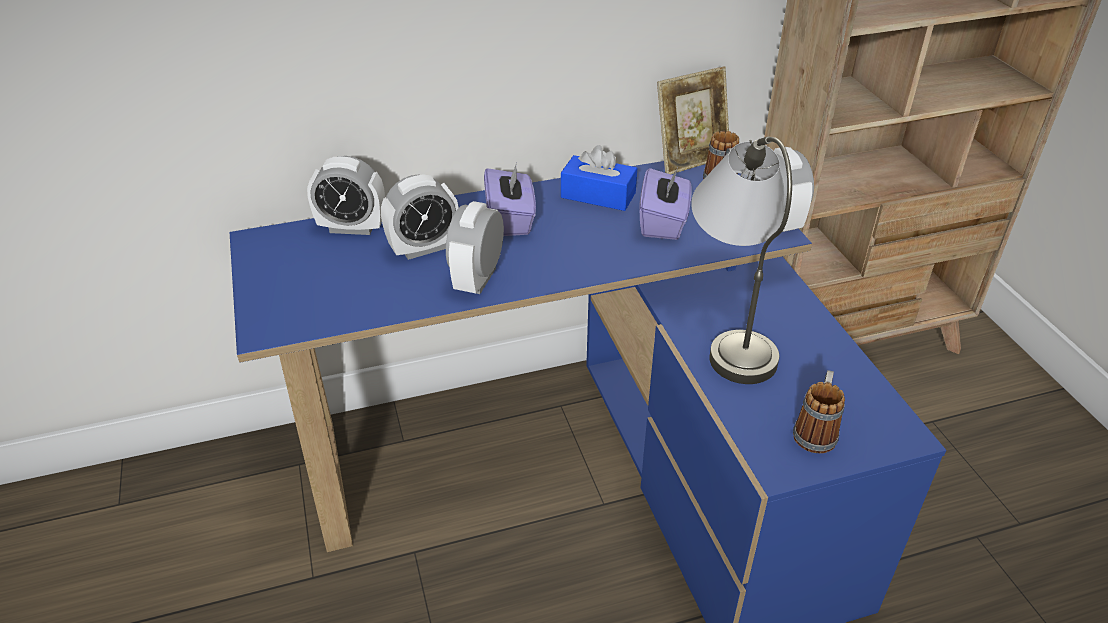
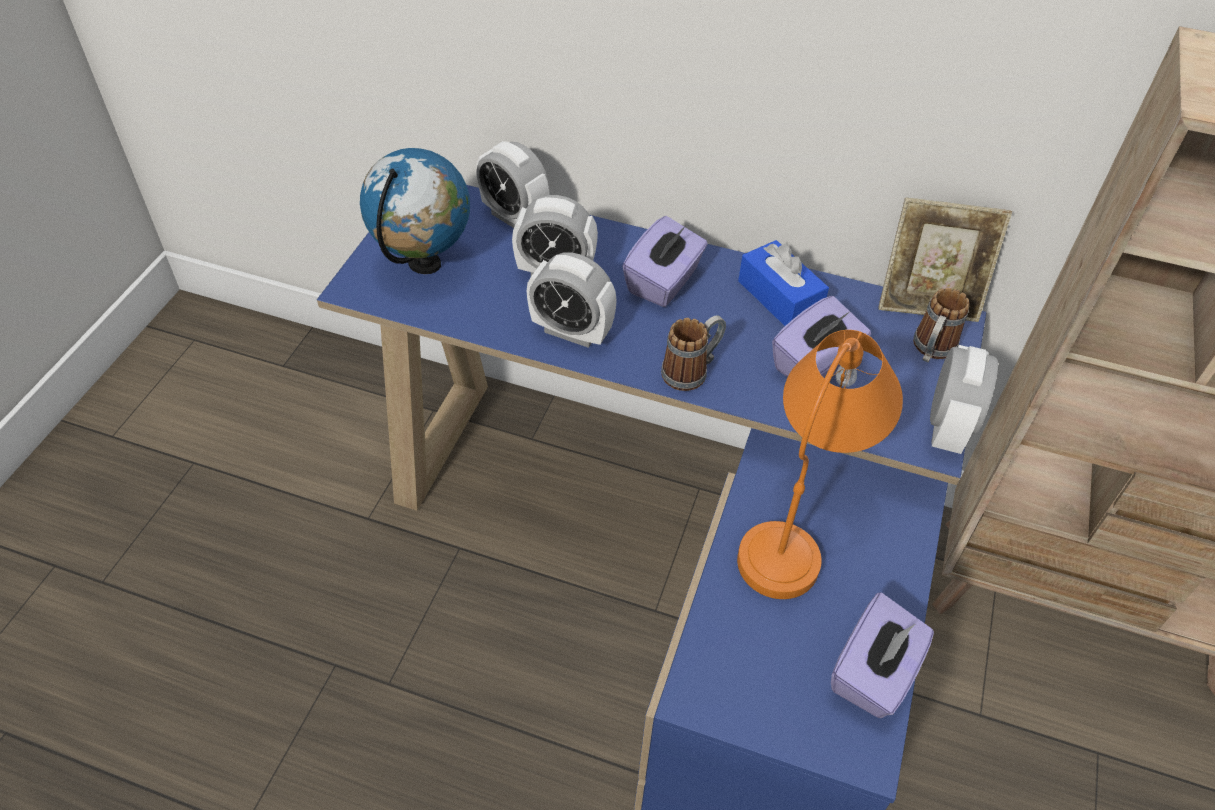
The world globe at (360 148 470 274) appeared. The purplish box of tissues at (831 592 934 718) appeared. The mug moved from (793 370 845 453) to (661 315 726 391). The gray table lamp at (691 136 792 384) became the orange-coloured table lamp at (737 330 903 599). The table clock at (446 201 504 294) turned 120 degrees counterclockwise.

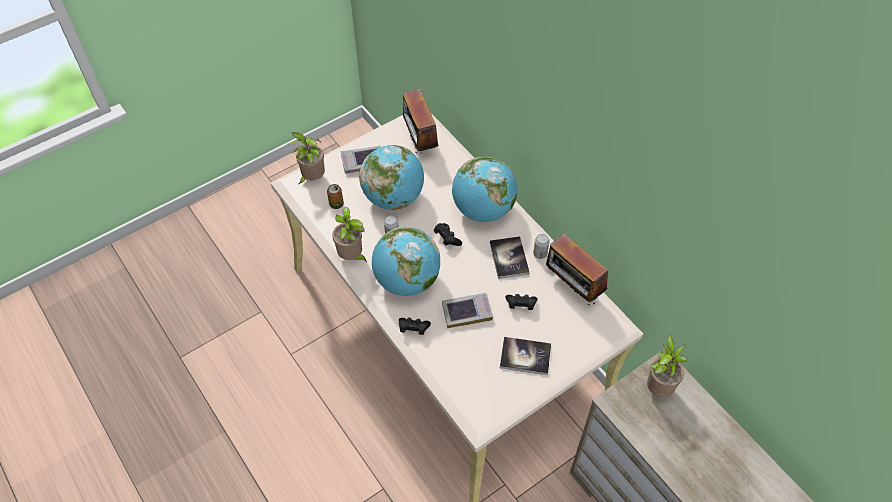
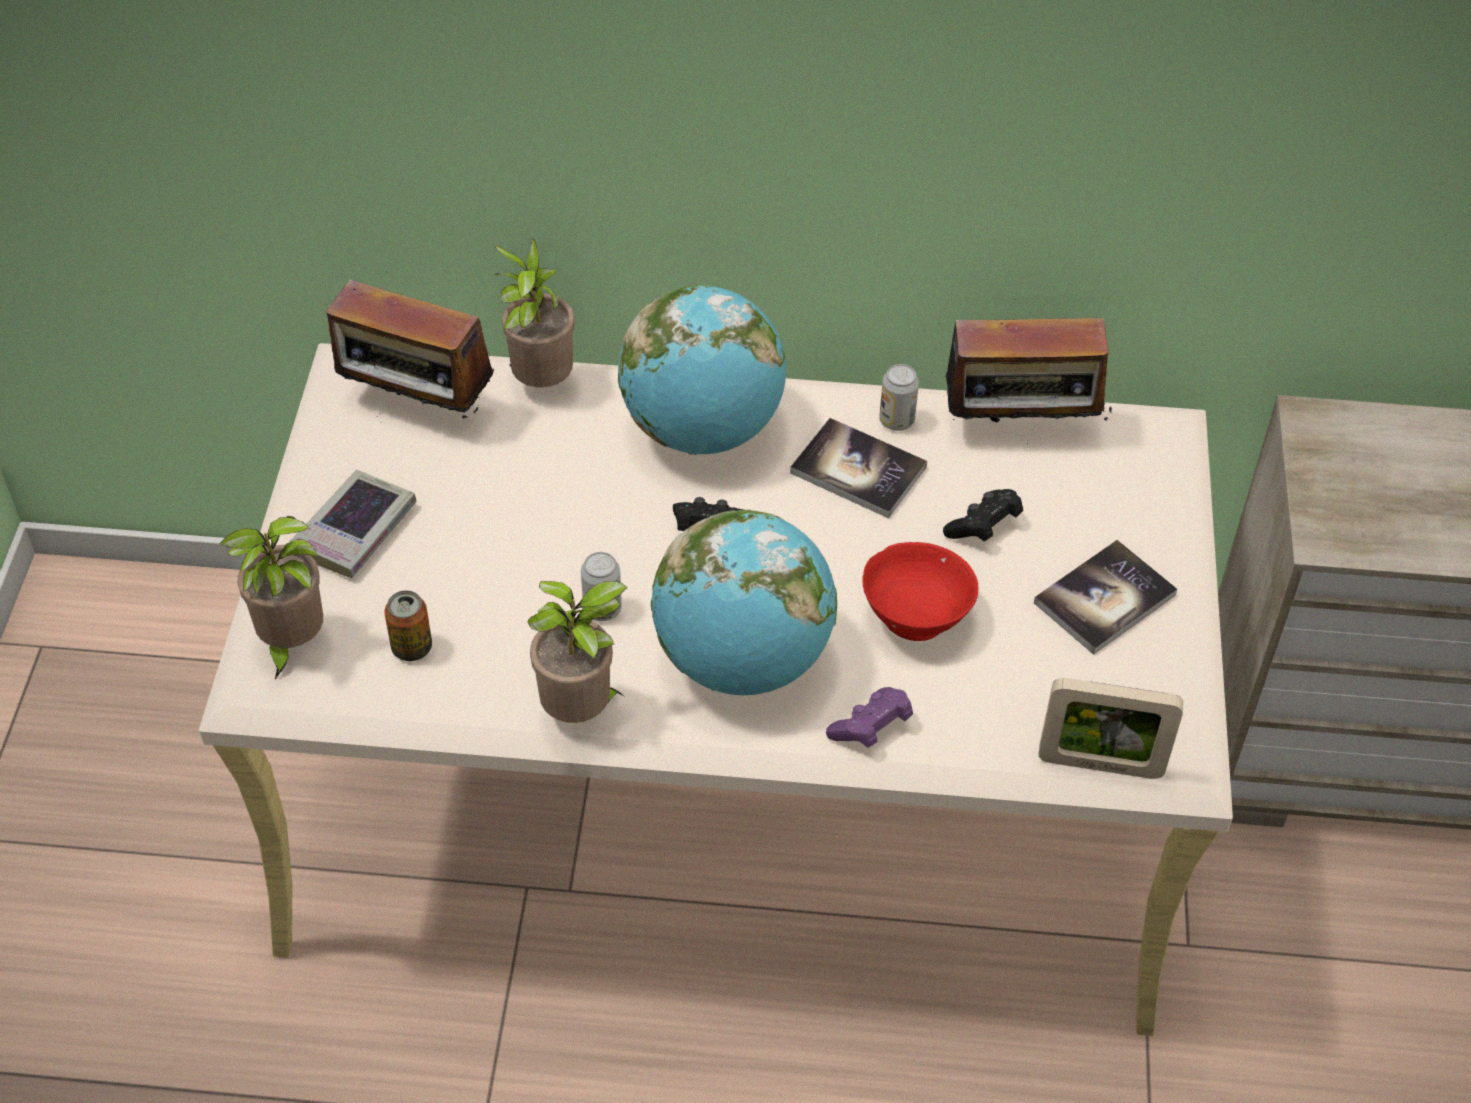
The world globe at (359 145 424 210) disappeared. The picture frame at (1039 678 1183 779) appeared. The houseplant moved from (647 335 688 398) to (495 239 575 387). The volume at (442 293 493 328) was replaced by the red-coloured serving bowl at (862 542 979 641). The black joypad at (399 318 431 335) became the purplish joypad at (826 687 913 748).

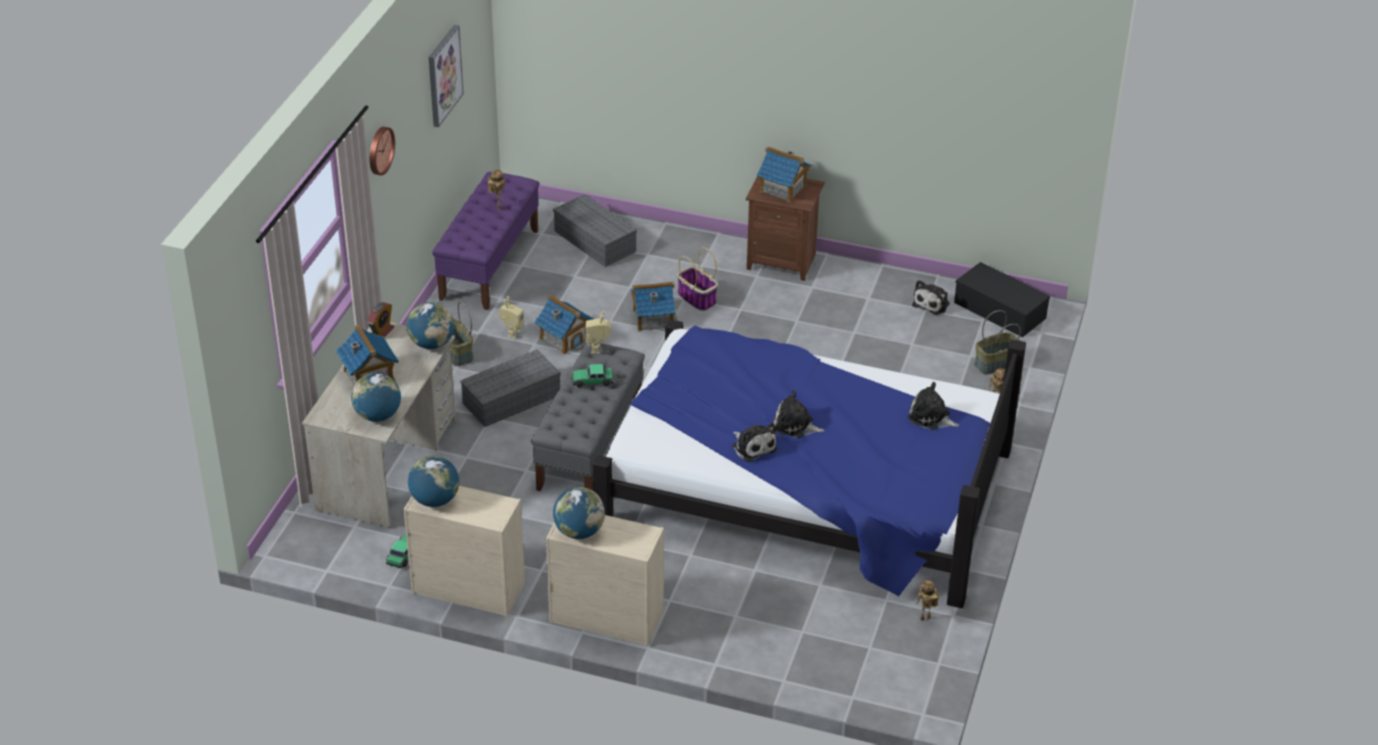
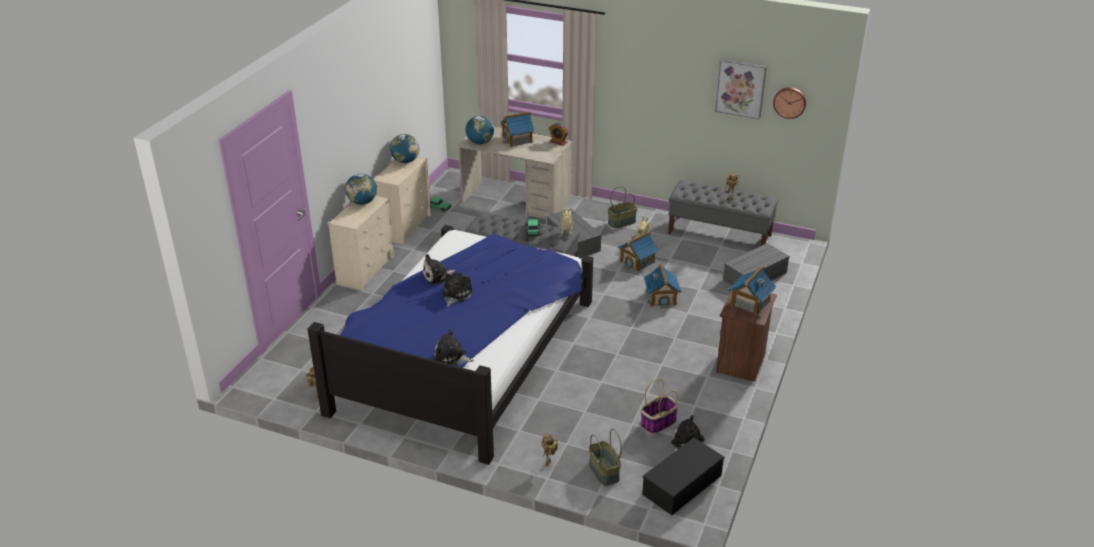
The world globe at (407 302 454 349) disappeared. The clock on the wall moved from (370 127 395 176) to (773 87 806 119). The storage basket moved from (677 247 718 312) to (640 379 678 434). The purplish long seat at (432 172 539 310) became the gray long seat at (668 180 778 246). The plush toy at (908 382 959 430) turned 105 degrees counterclockwise.

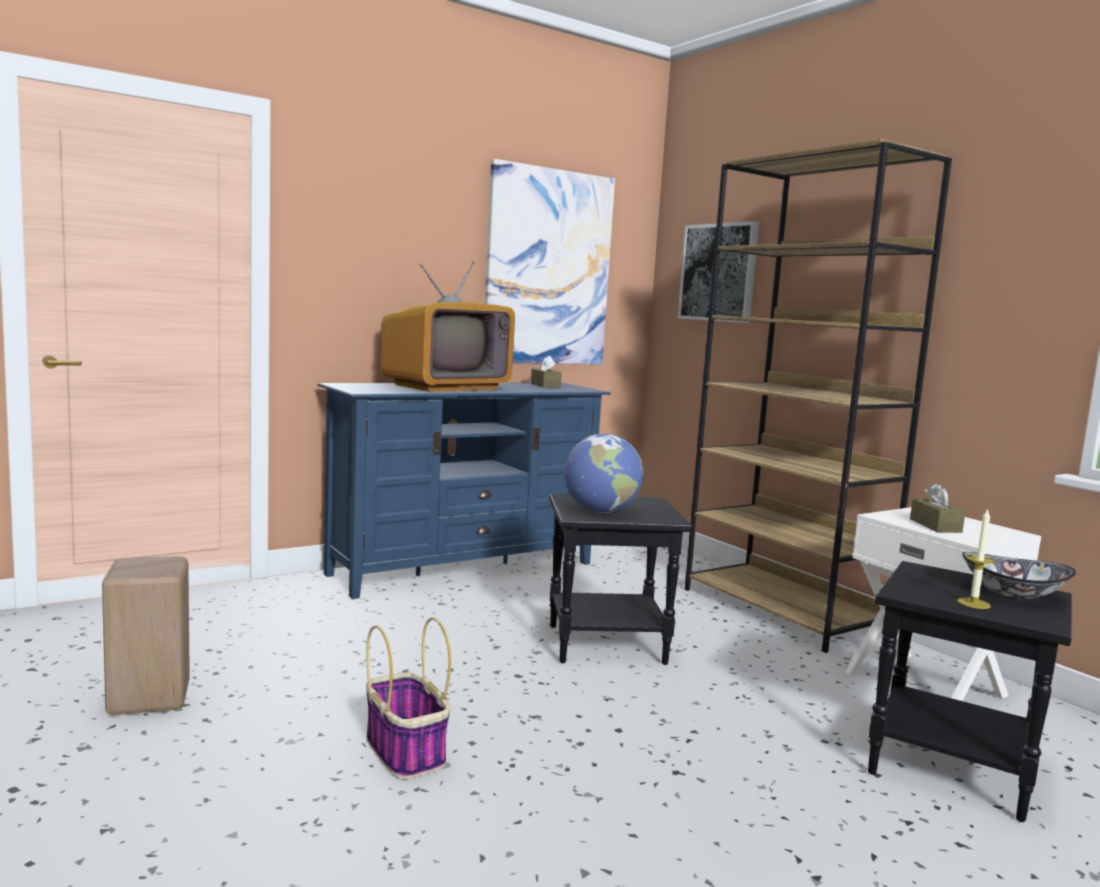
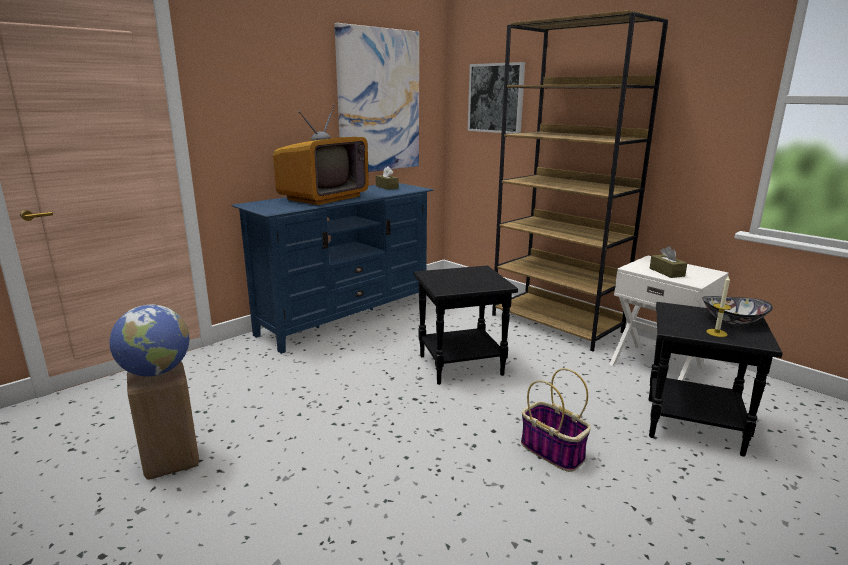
The storage basket moved from (366 617 451 780) to (521 368 591 472). The world globe moved from (564 434 644 513) to (109 305 190 376).

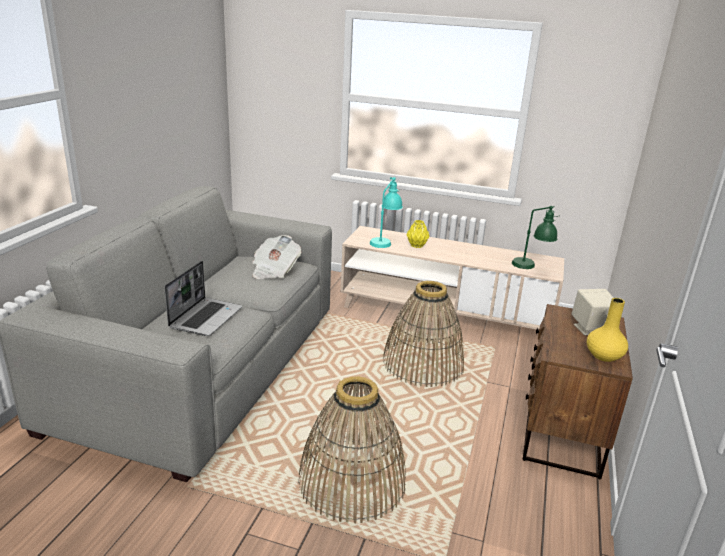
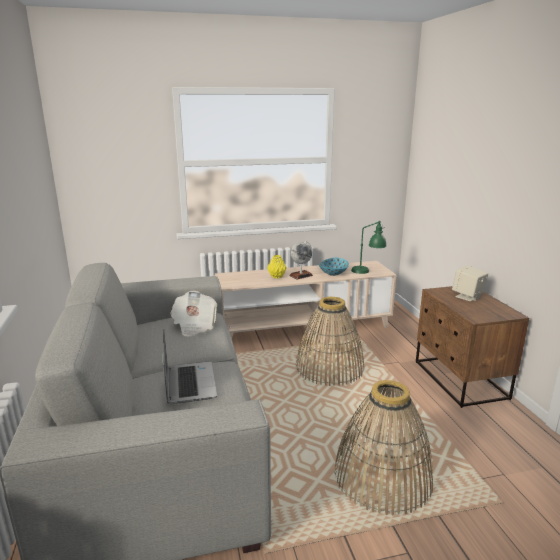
The turquoise-coloured table lamp at (370 177 403 248) disappeared. The yellow-coloured decorative vase at (587 298 628 362) disappeared. The world globe at (289 241 313 280) appeared. The serving bowl at (319 258 349 276) appeared.

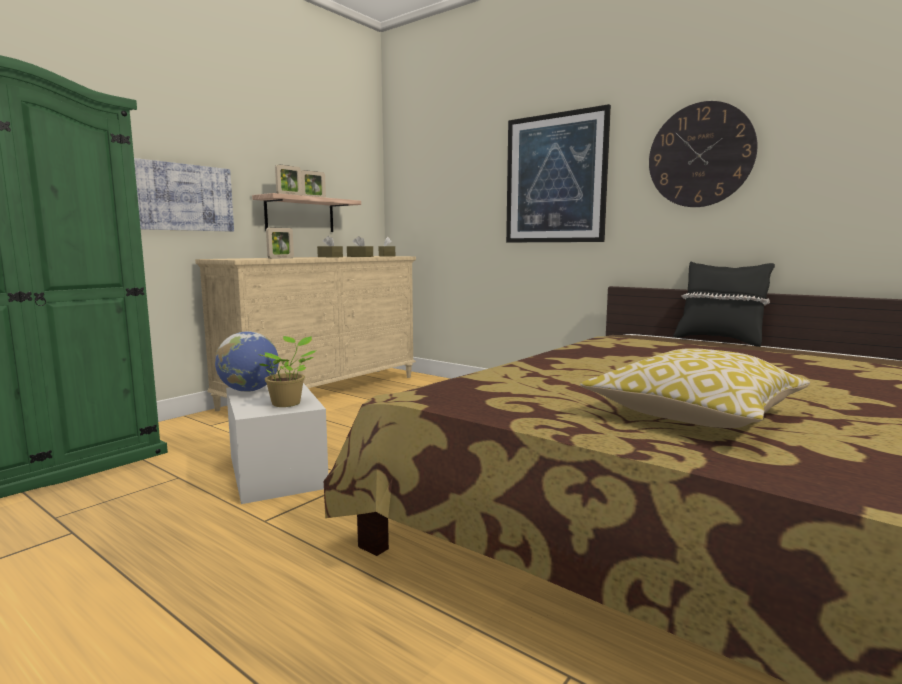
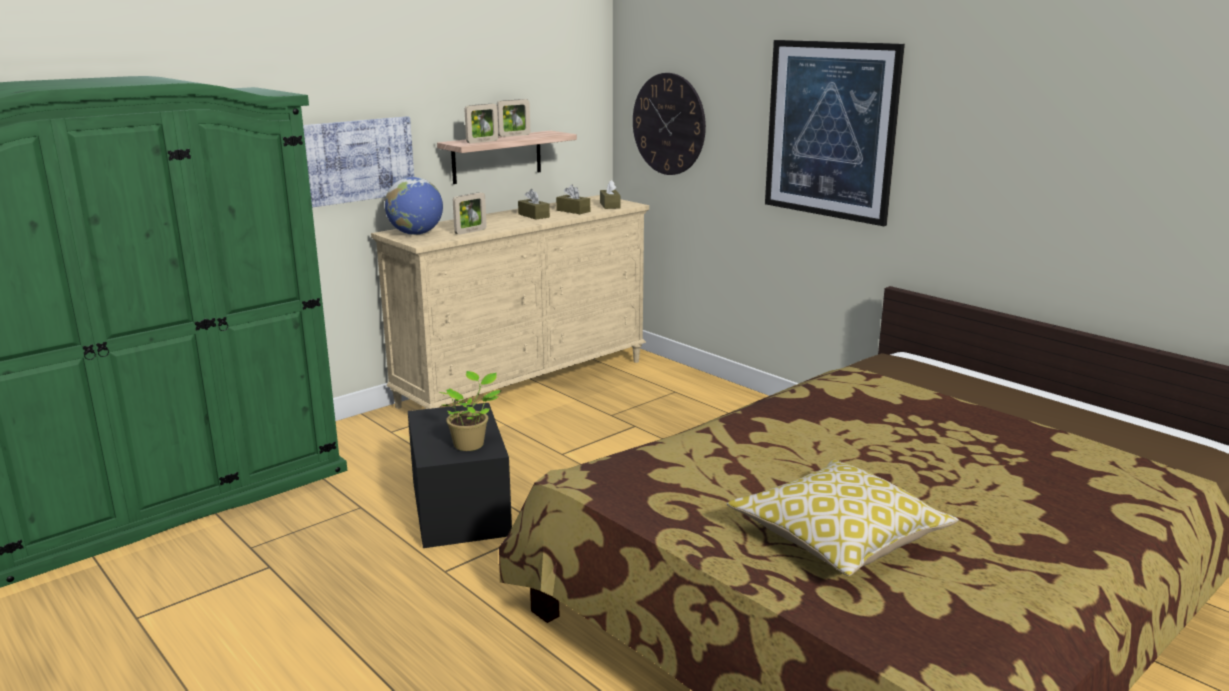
The black throw pillow at (673 262 775 347) disappeared. The world globe moved from (215 331 279 392) to (385 177 443 235). The clock on the wall moved from (649 101 758 207) to (633 73 706 175). The white storage container at (226 383 328 504) became the black storage container at (408 403 512 548).

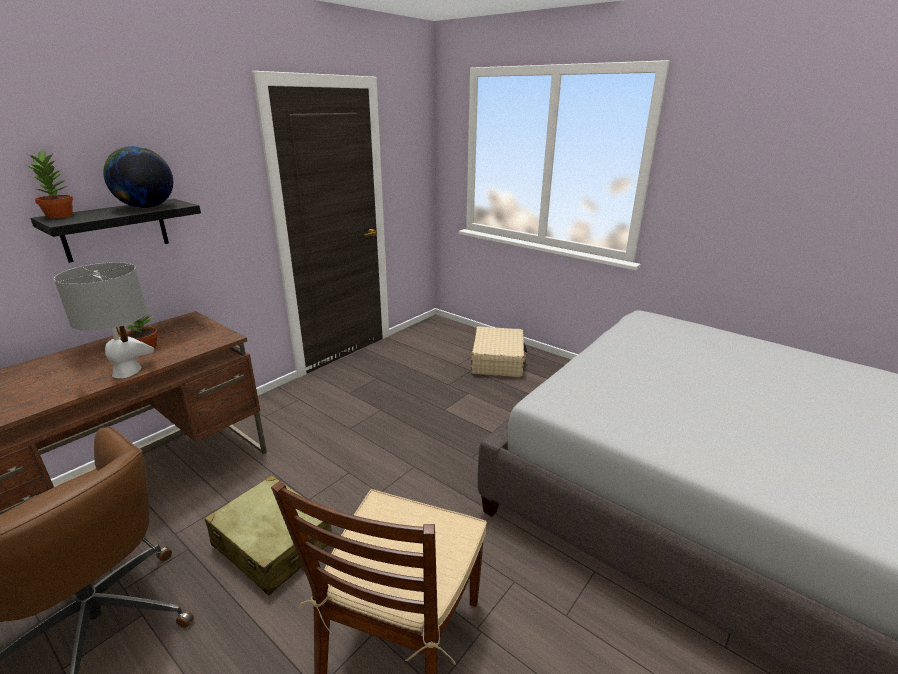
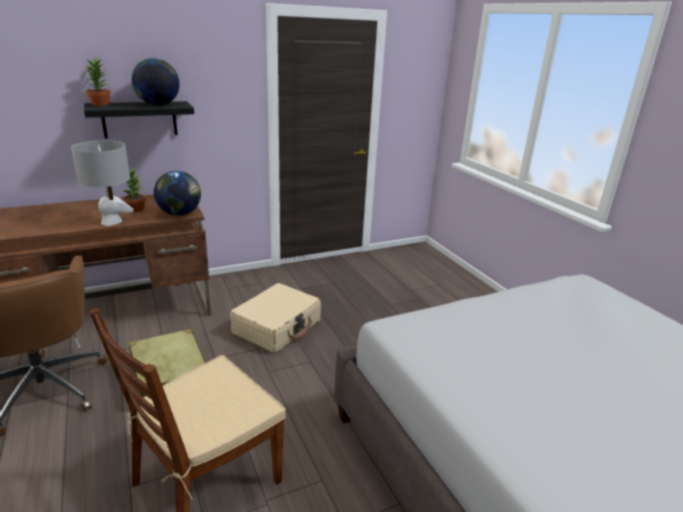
The world globe at (154 171 201 216) appeared. The sand-coloured piece of luggage moved from (471 326 527 377) to (230 283 321 353).

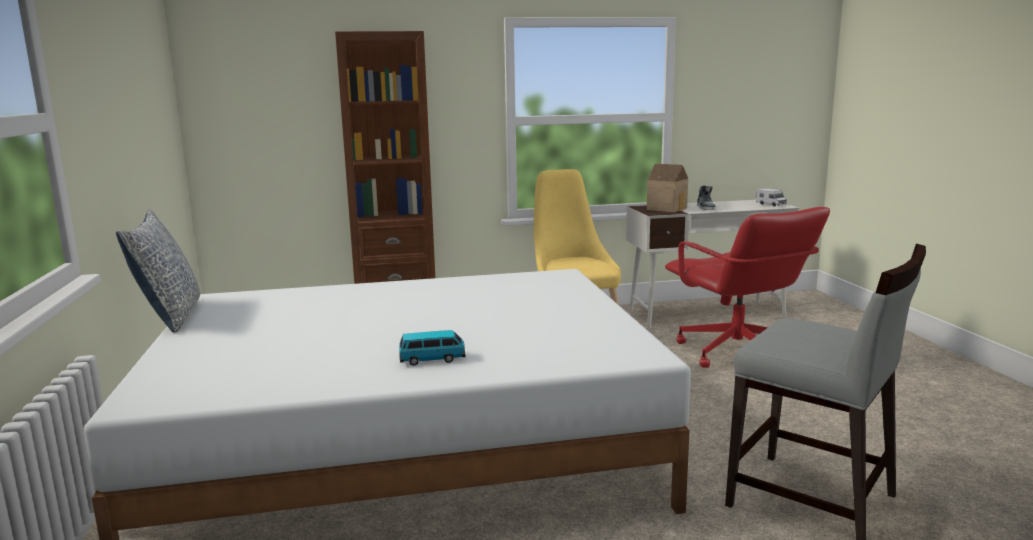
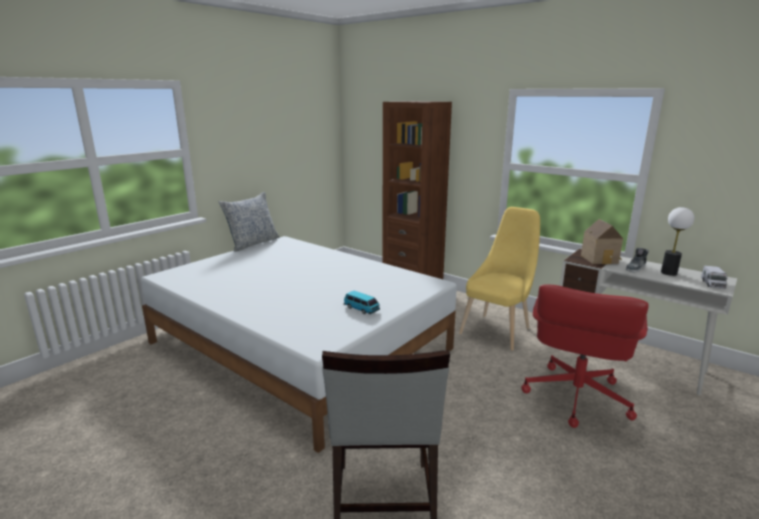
The table lamp at (661 207 694 276) appeared. The model car moved from (399 330 466 366) to (344 291 380 314).

